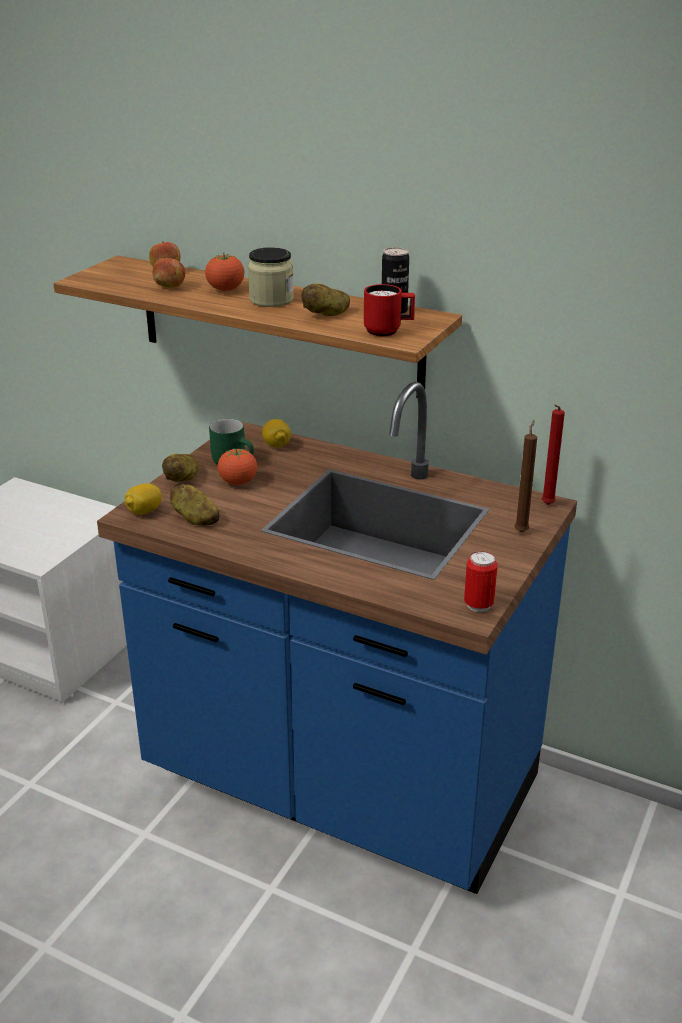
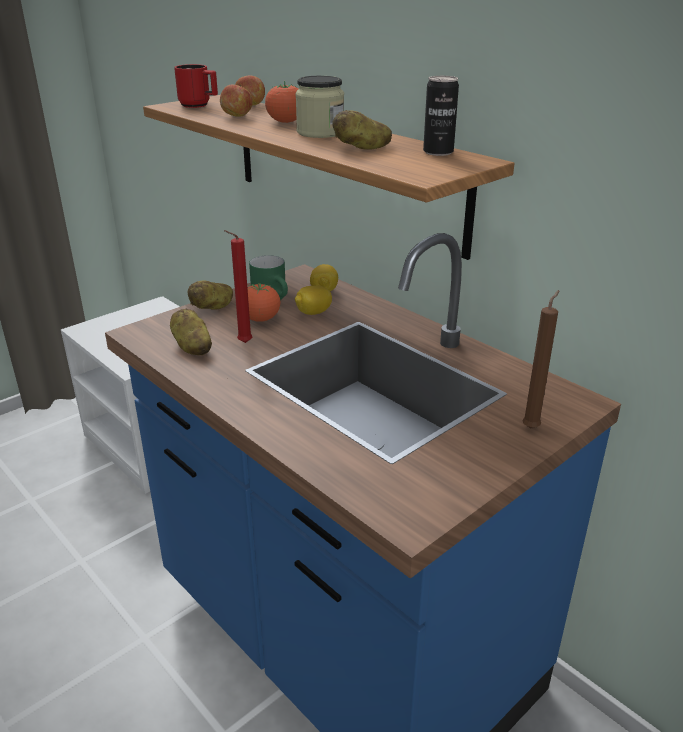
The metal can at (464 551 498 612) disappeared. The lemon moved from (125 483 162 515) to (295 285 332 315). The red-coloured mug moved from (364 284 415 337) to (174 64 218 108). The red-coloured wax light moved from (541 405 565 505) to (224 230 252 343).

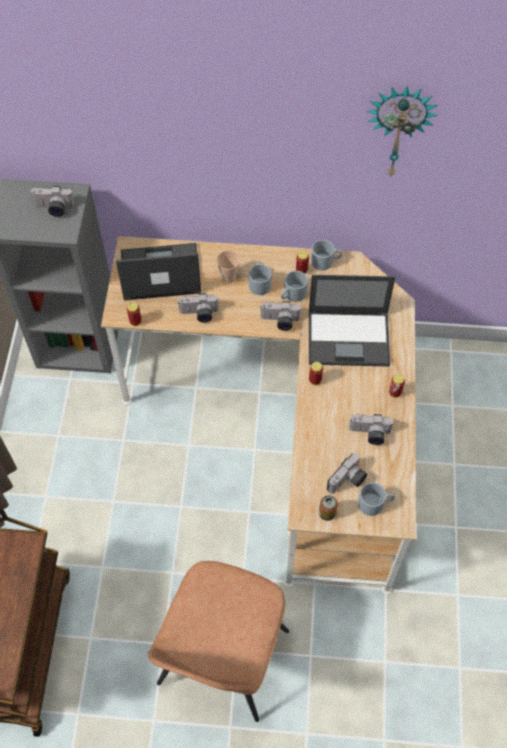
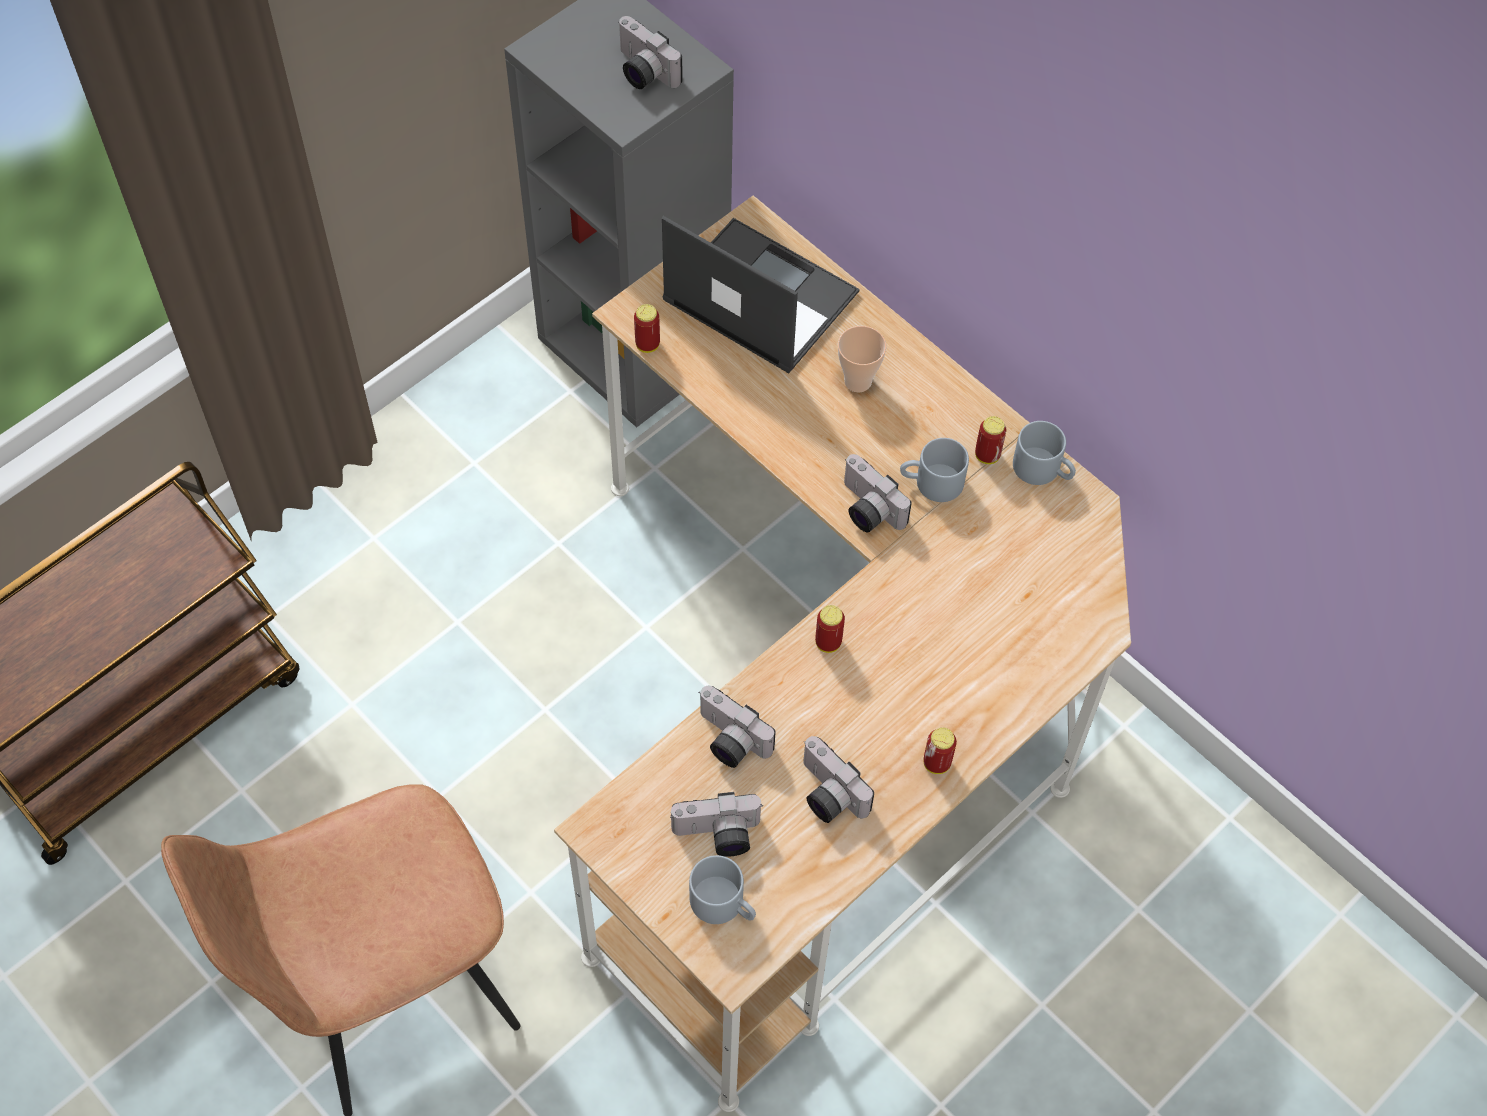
The gray mug at (249 262 272 295) disappeared. The laptop at (309 275 395 367) disappeared. The metal can at (319 495 338 521) disappeared. The clock on the wall at (366 86 438 178) disappeared. The still camera moved from (178 293 219 323) to (698 686 776 768).

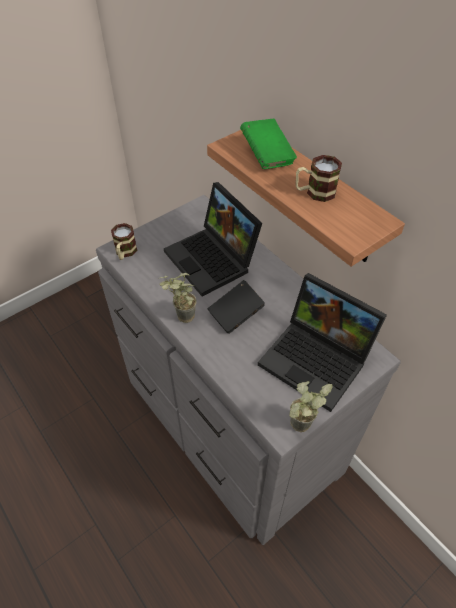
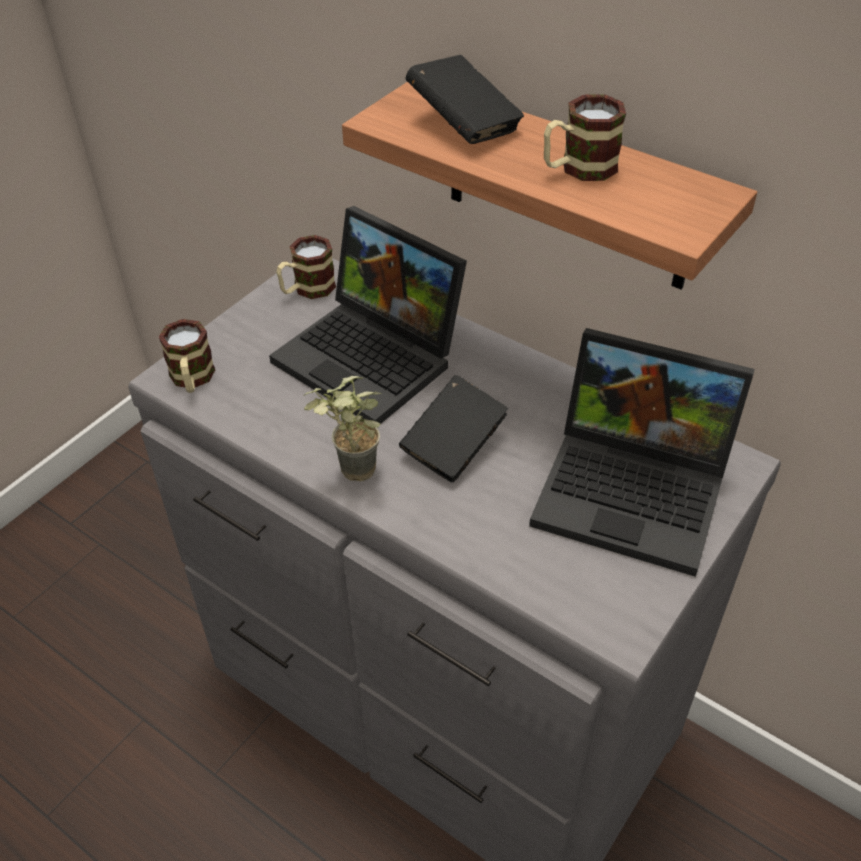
The houseplant at (290 381 333 432) disappeared. The mug at (277 235 336 299) appeared. The green volume at (240 118 297 169) became the black volume at (405 55 524 144).

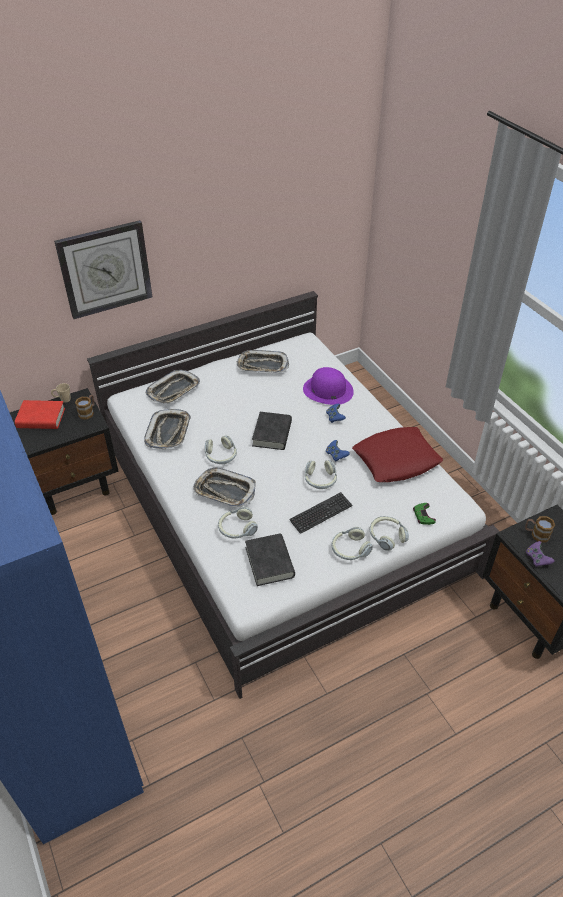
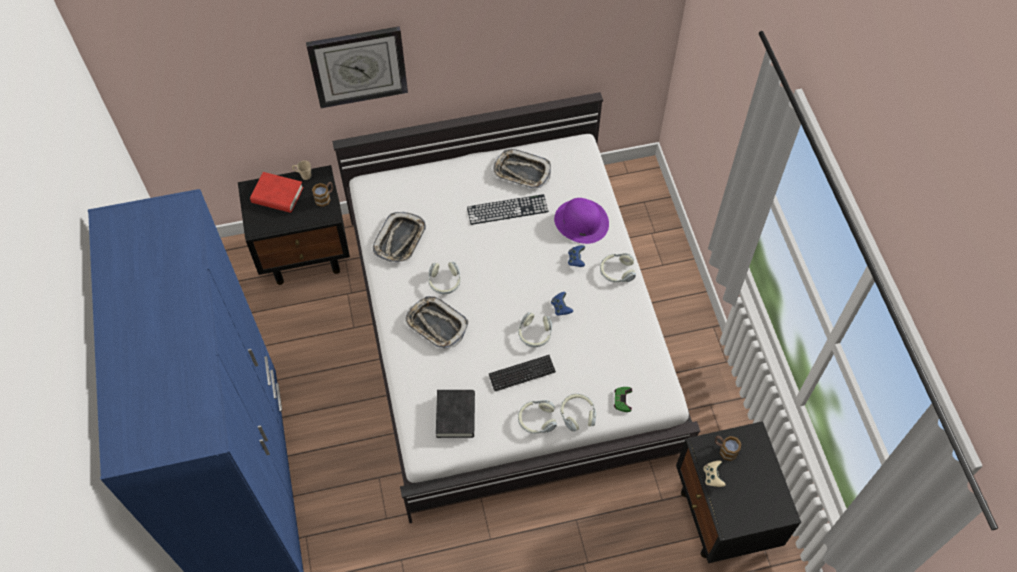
The serving tray at (146 370 200 403) disappeared. The black volume at (252 412 292 450) disappeared. The red-coloured throw pillow at (352 427 443 482) disappeared. The keyboard at (467 194 549 225) appeared. The pair of headphones moved from (218 507 258 538) to (600 253 636 282). The purplish joypad at (526 541 555 567) became the sand-coloured joypad at (703 460 726 487).

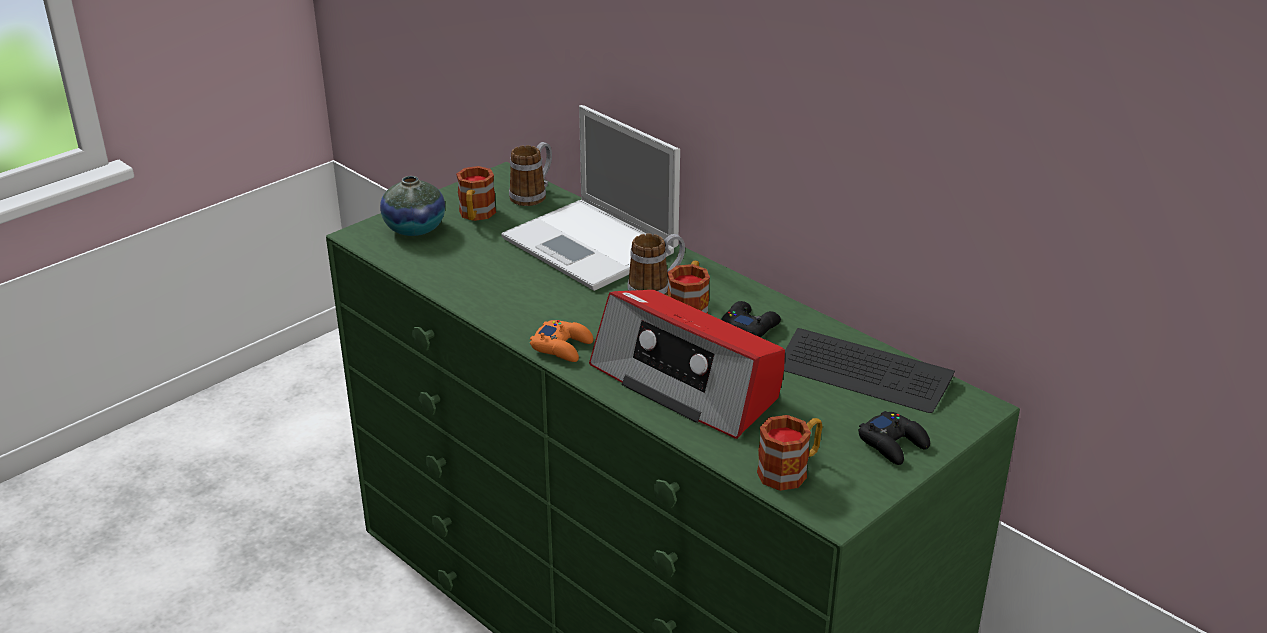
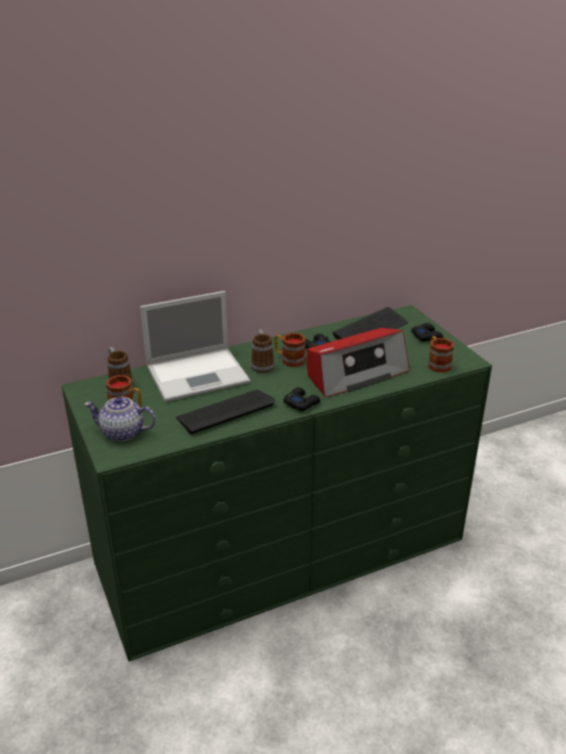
The keyboard at (176 390 275 434) appeared. The decorative vase at (380 176 445 236) was replaced by the teapot at (84 397 156 441). The orange-coloured joypad at (530 320 593 362) became the black joypad at (284 387 321 411).

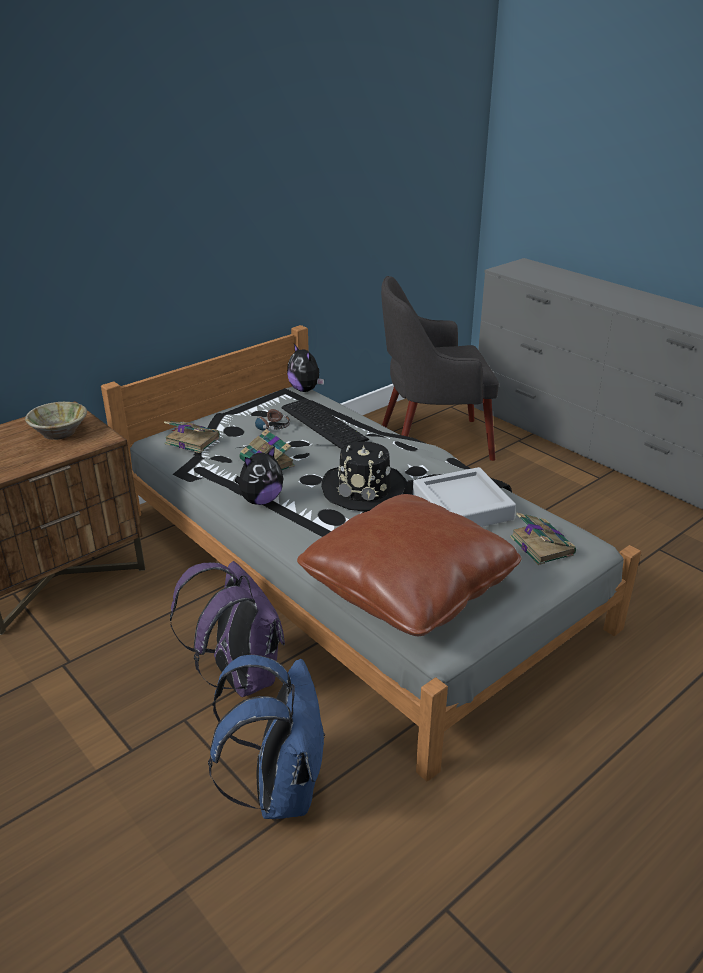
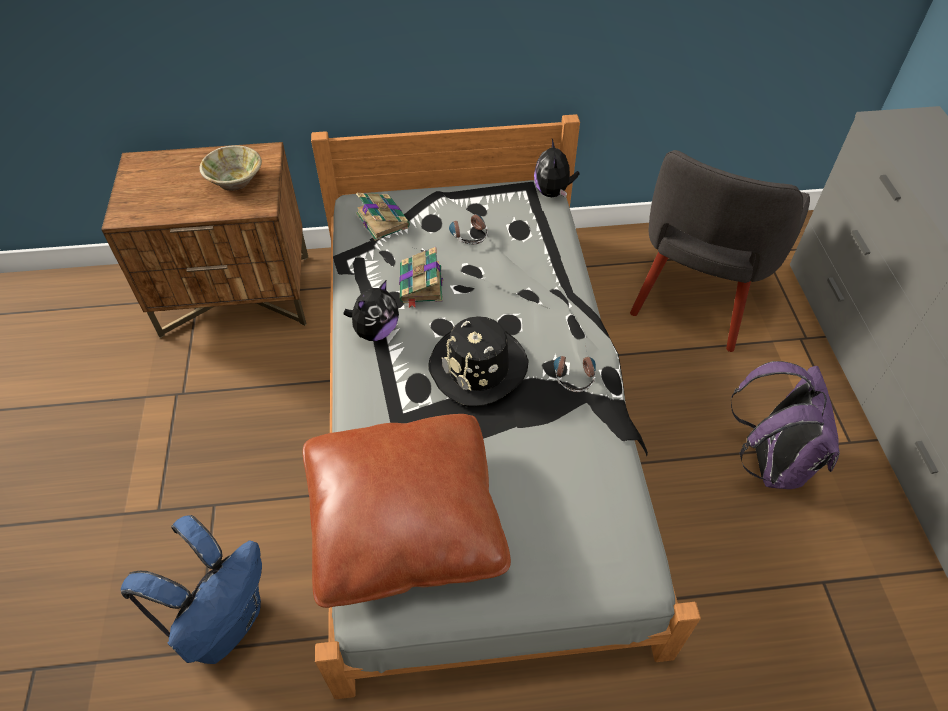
The keyboard at (281 398 369 449) disappeared. The gray serving tray at (413 467 516 527) disappeared. The volume at (510 513 576 565) disappeared. The pair of headphones at (554 343 596 392) appeared. The purplish backpack moved from (170 561 285 697) to (731 361 840 489). The plush toy at (235 446 283 505) turned 45 degrees counterclockwise. The gray easy chair at (381 276 499 461) turned 90 degrees counterclockwise.

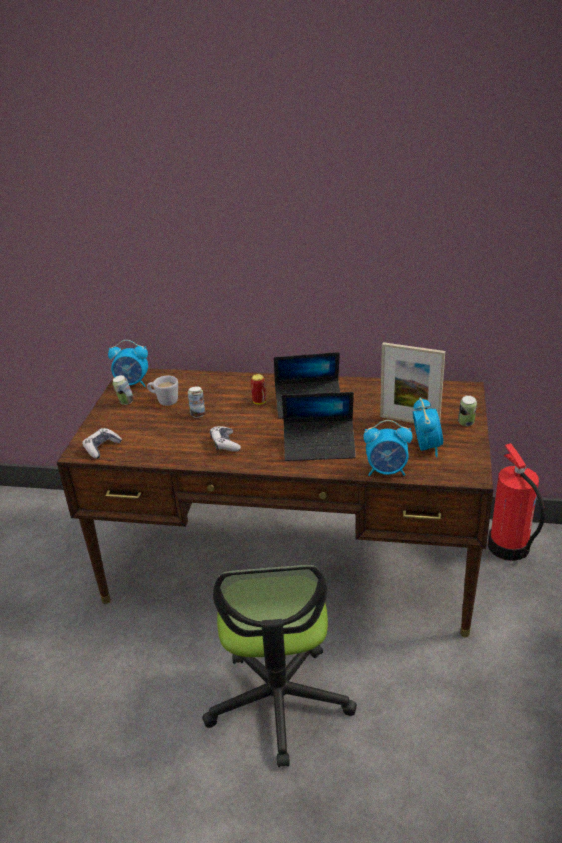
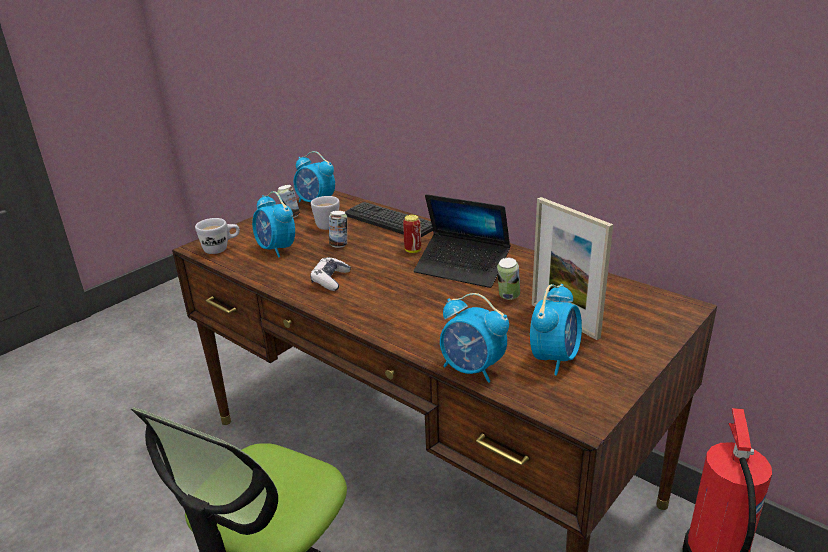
The laptop at (282 392 356 461) disappeared. The table clock at (252 191 295 257) appeared. The keyboard at (345 202 433 237) appeared. The metal can moved from (458 395 477 426) to (497 258 520 300). The joypad at (82 428 122 459) was replaced by the white mug at (195 218 240 254).

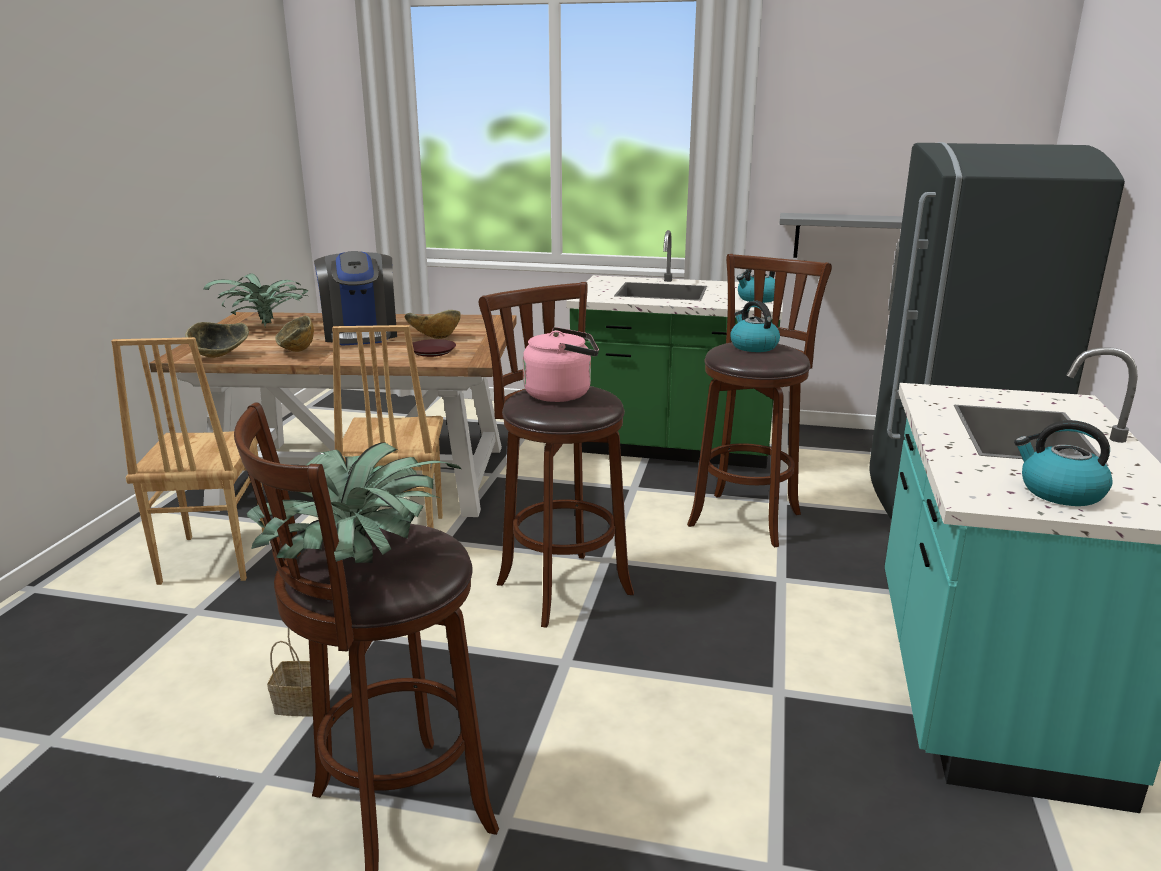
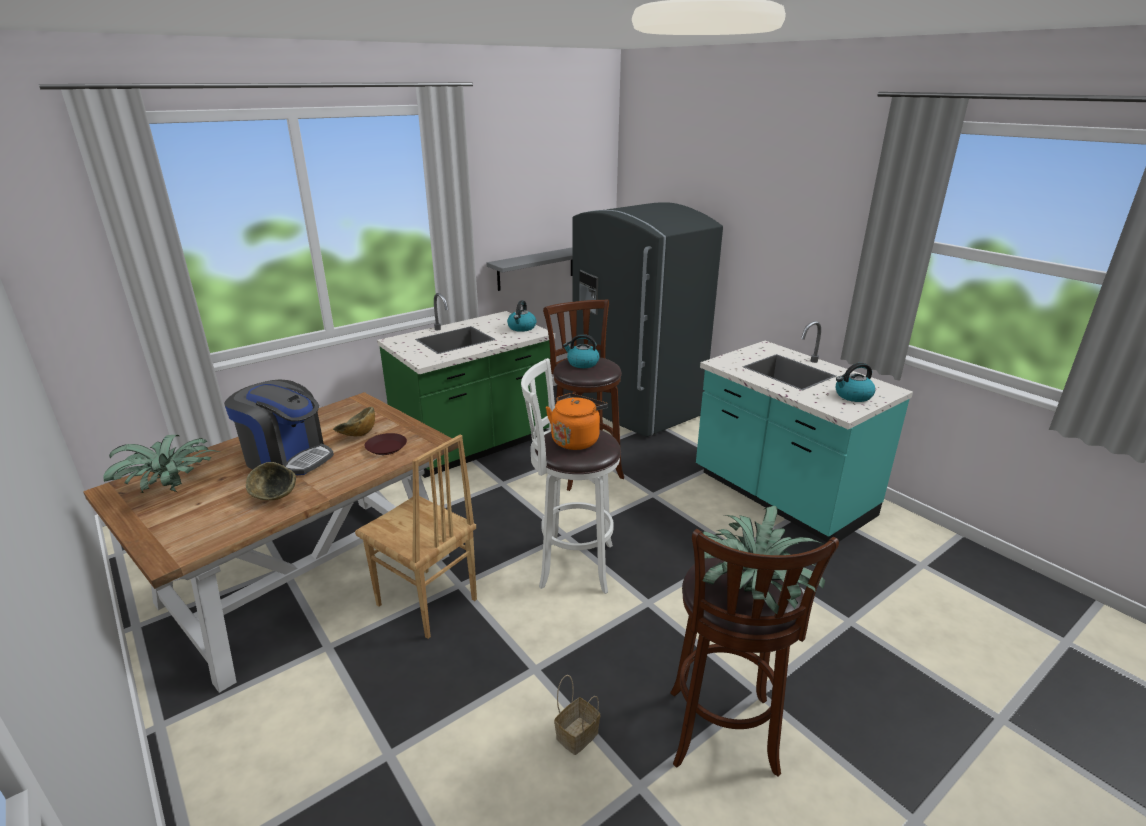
The brown-coloured upright chair at (111 337 265 585) disappeared. The serving bowl at (185 322 249 358) disappeared. The brown-coloured stool seat at (479 282 634 628) became the white stool seat at (521 358 621 594). The pink water kettle at (523 327 599 402) became the orange-coloured water kettle at (546 393 608 450).

